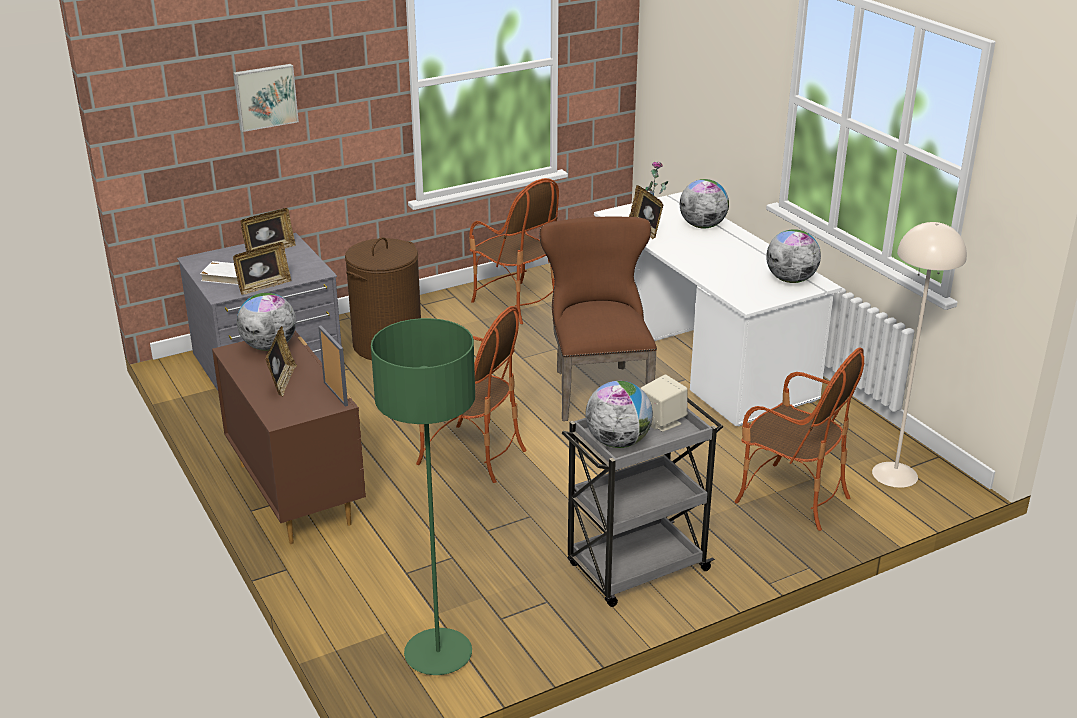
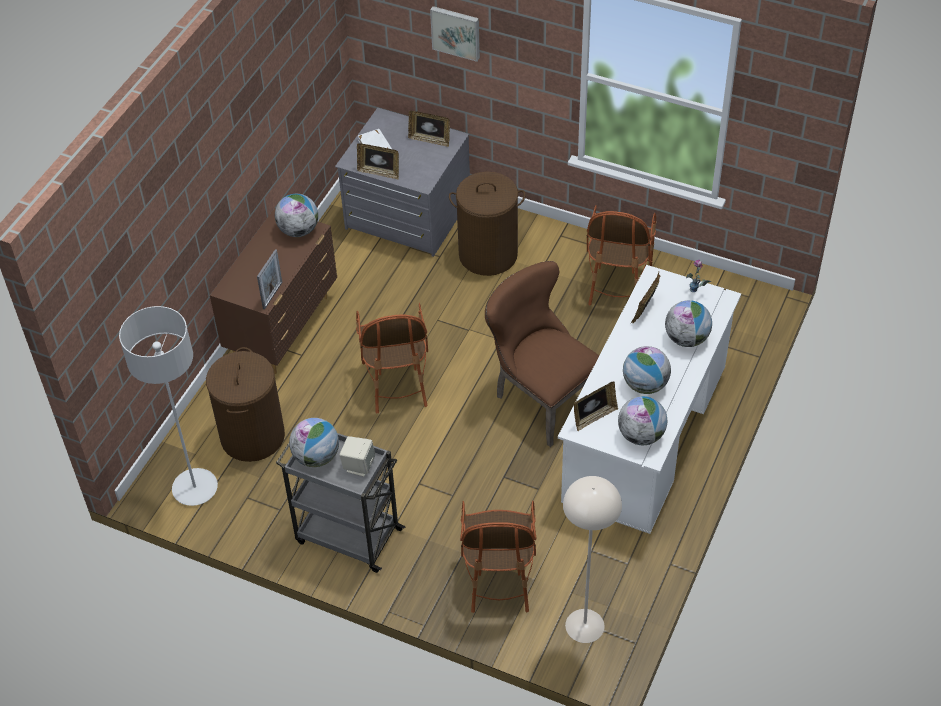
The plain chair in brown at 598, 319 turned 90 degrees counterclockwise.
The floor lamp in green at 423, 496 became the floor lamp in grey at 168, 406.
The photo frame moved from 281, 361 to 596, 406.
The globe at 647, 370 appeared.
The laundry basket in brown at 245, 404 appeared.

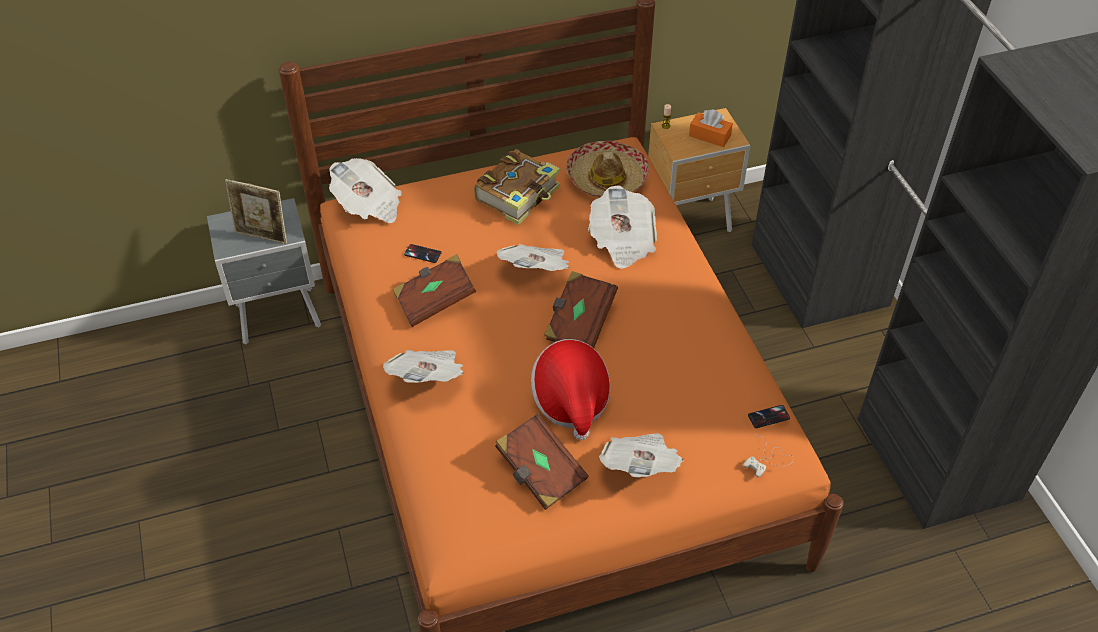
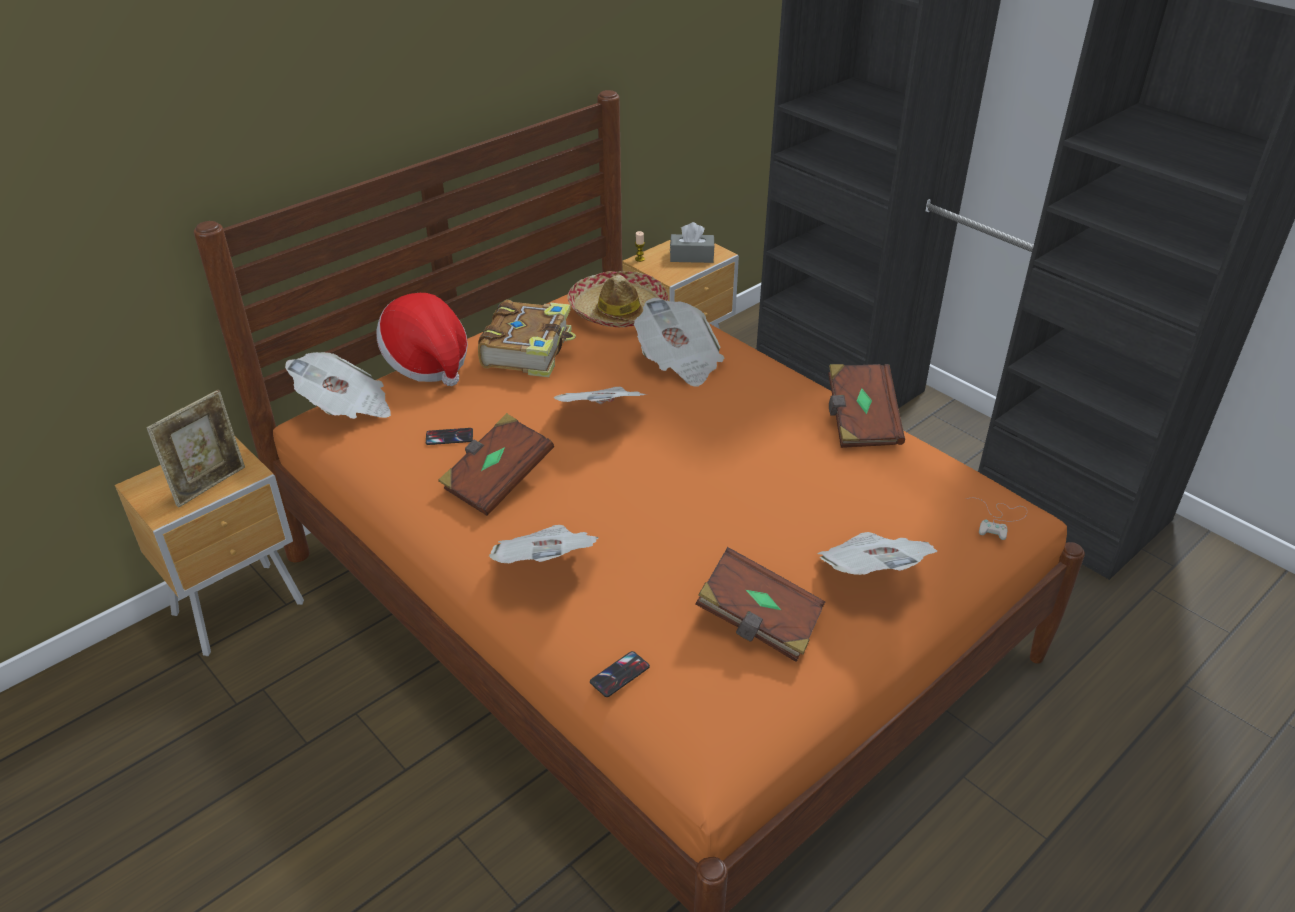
The tissue box in orangey at 711, 128 became the tissue box in grey at 692, 242.
The photo frame at 256, 211 turned 45 degrees counterclockwise.
The bedside table in grey at 264, 271 became the bedside table in brown at 209, 546.
The book in brown moved from 581, 309 to 866, 406.
The wearable hat moved from 570, 389 to 422, 339.
The handset moved from 769, 416 to 620, 674.

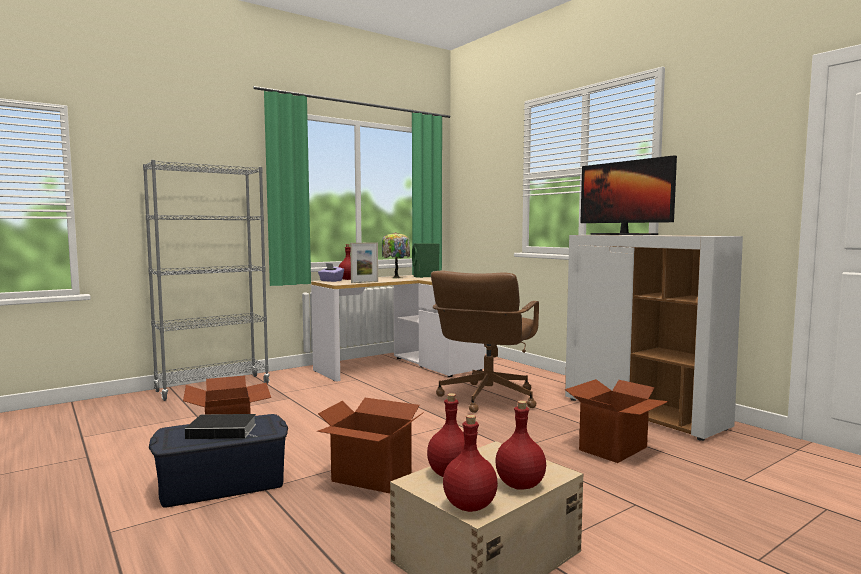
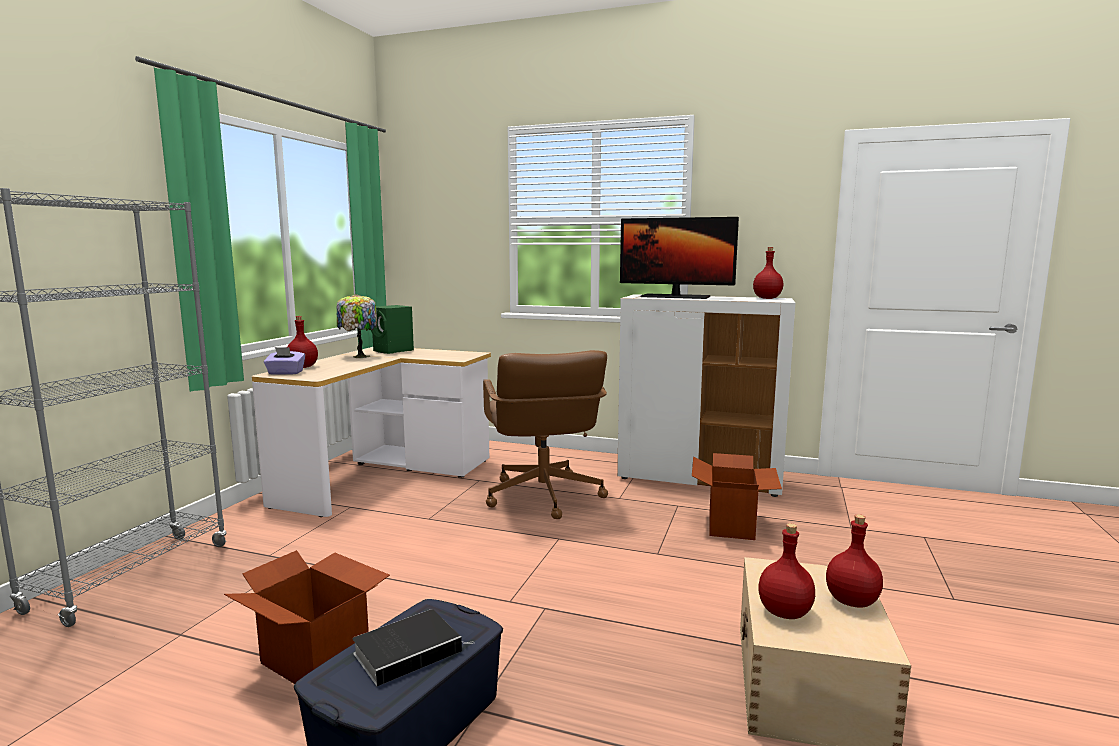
The photo frame at 364, 262 disappeared.
The carton at 370, 445 disappeared.
The drink bottle in reddish moved from 470, 463 to 768, 273.

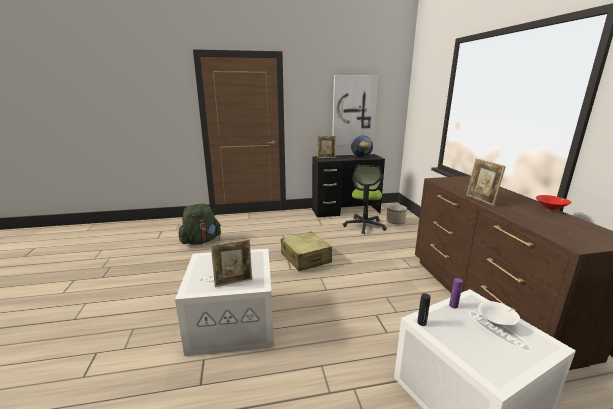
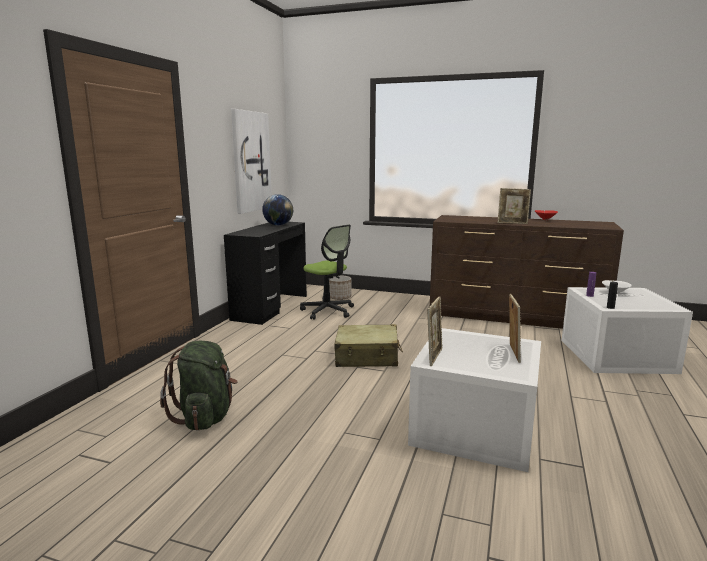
The photo frame moved from 326, 147 to 435, 331.

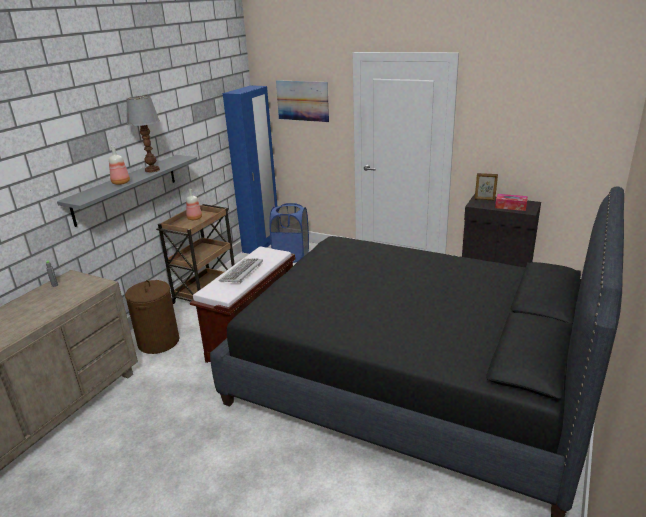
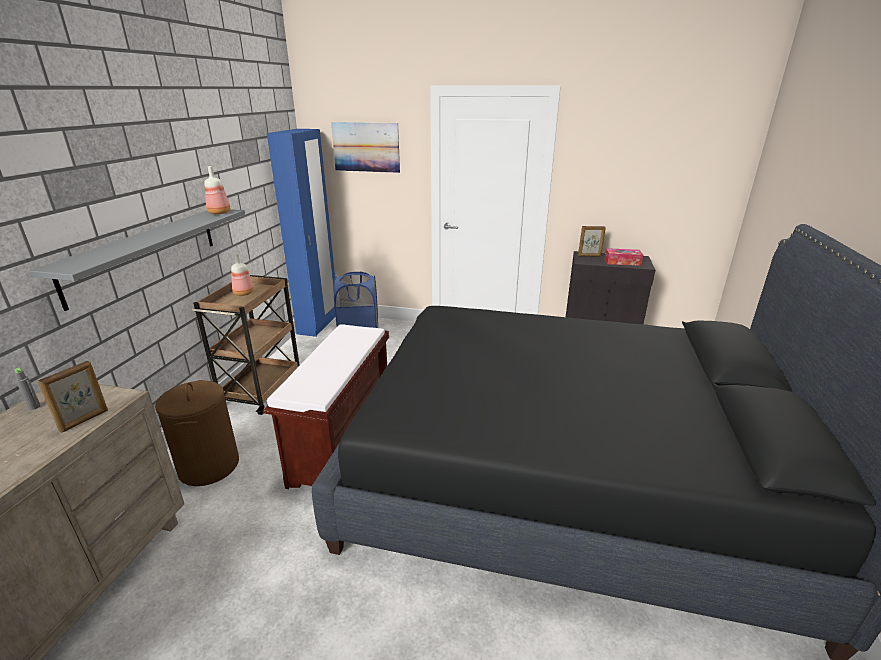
The lamp for a table at 143, 134 disappeared.
The drink bottle moved from 119, 165 to 217, 190.
The PC keyboard at 241, 270 disappeared.
The photo frame at 73, 397 appeared.

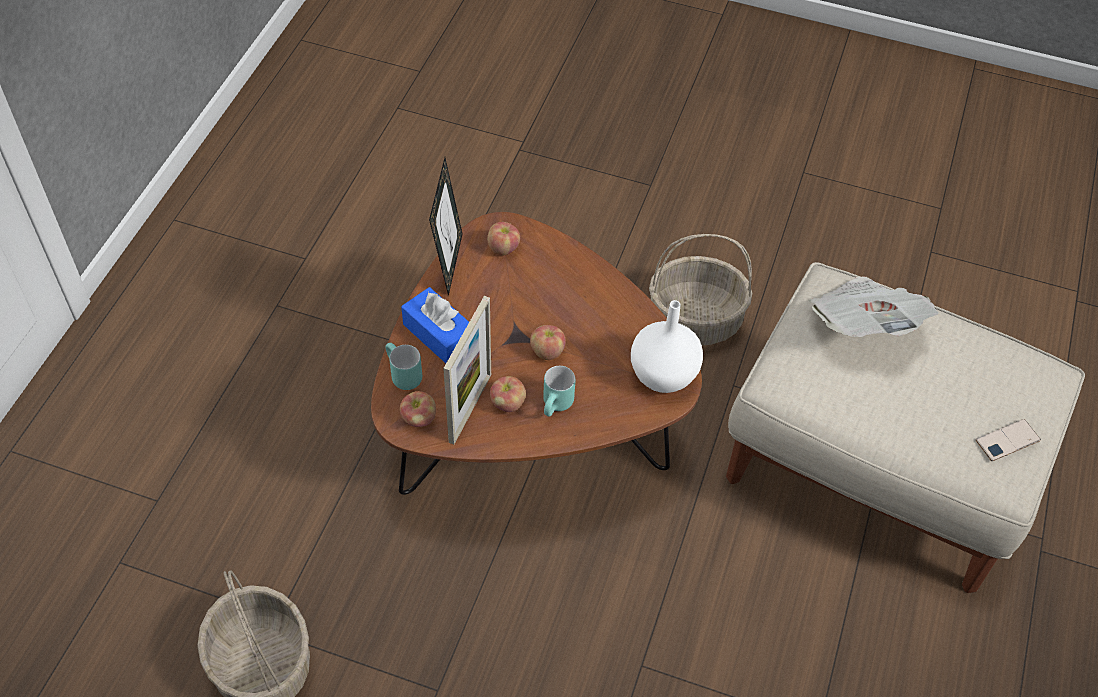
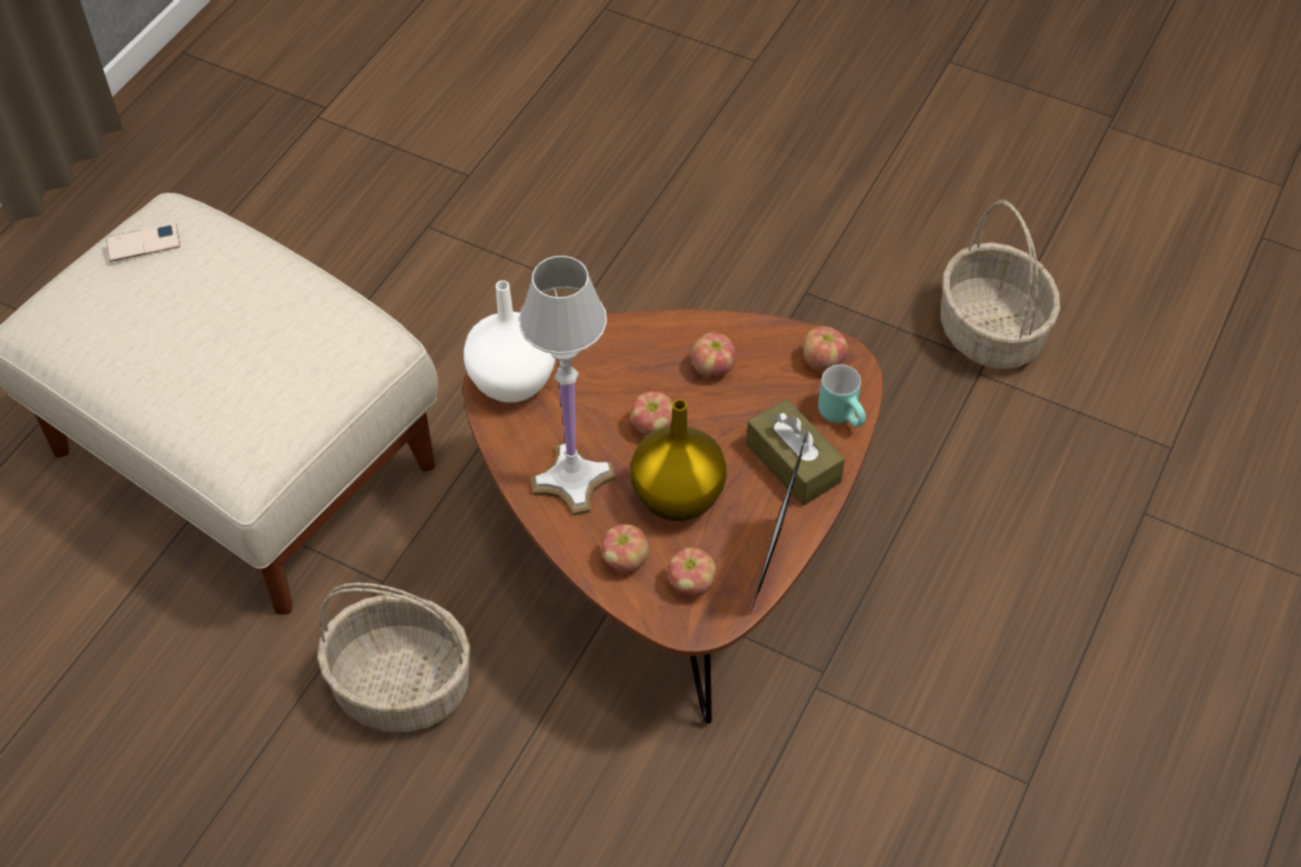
The daily paper at 874, 306 disappeared.
The tissue box in blue at 435, 325 became the tissue box in brown at 795, 452.
The photo frame at 467, 370 disappeared.
The tea mug in turquoise at 559, 391 disappeared.
The lamp for a table in white-coloured at 567, 386 appeared.
The vase in yellow at 678, 460 appeared.
The whole apple at 625, 548 appeared.

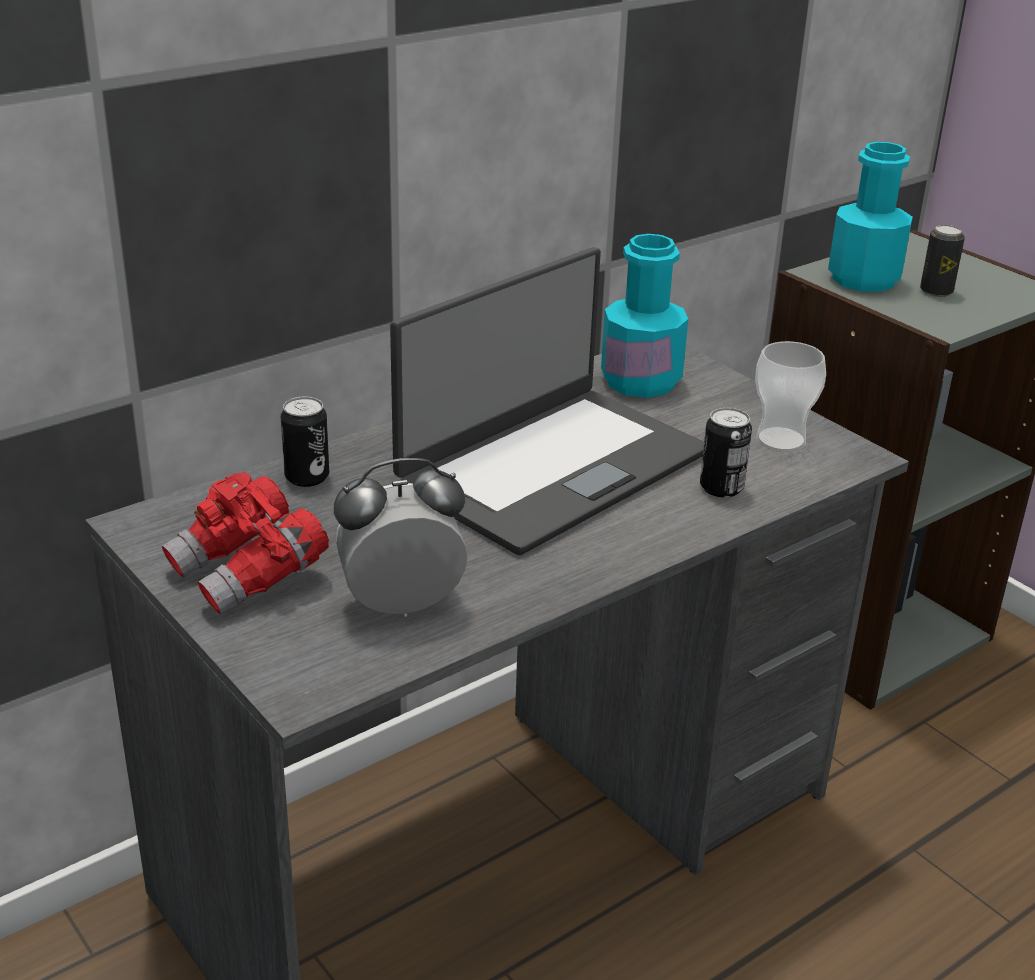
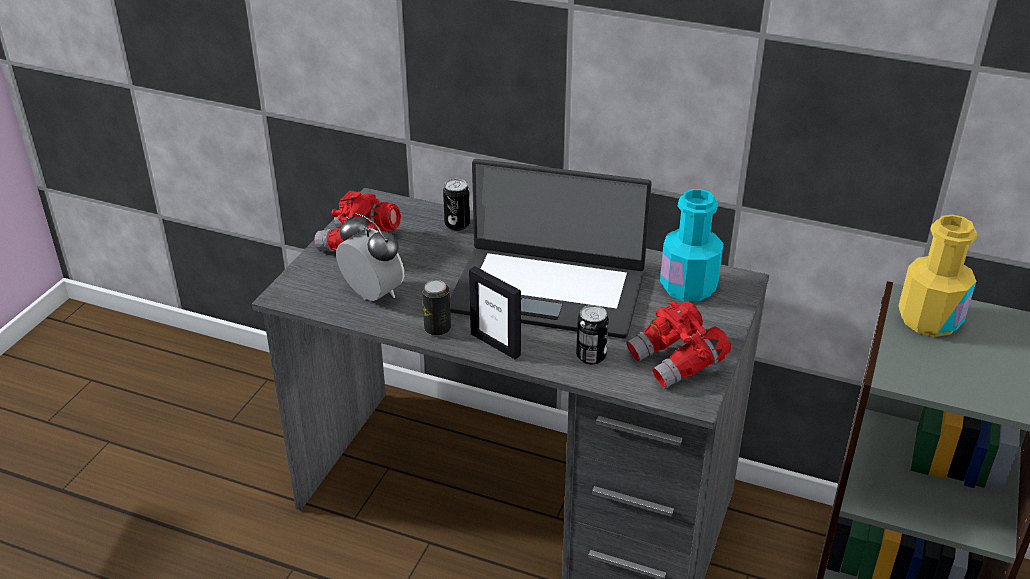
The drink bottle in turquoise at 870, 217 became the drink bottle in yellow at 938, 276.
The sealed can moved from 942, 261 to 436, 308.
The drinking cup at 790, 396 was replaced by the field glasses in reddish at 678, 344.
The photo frame at 495, 312 appeared.

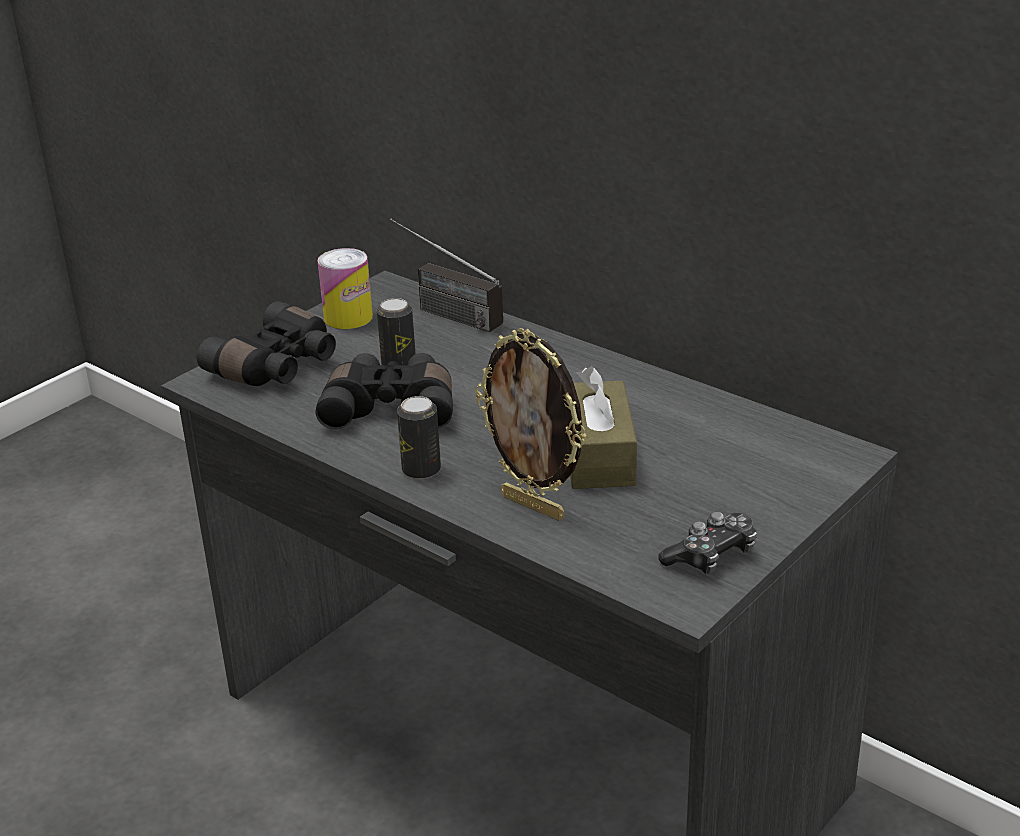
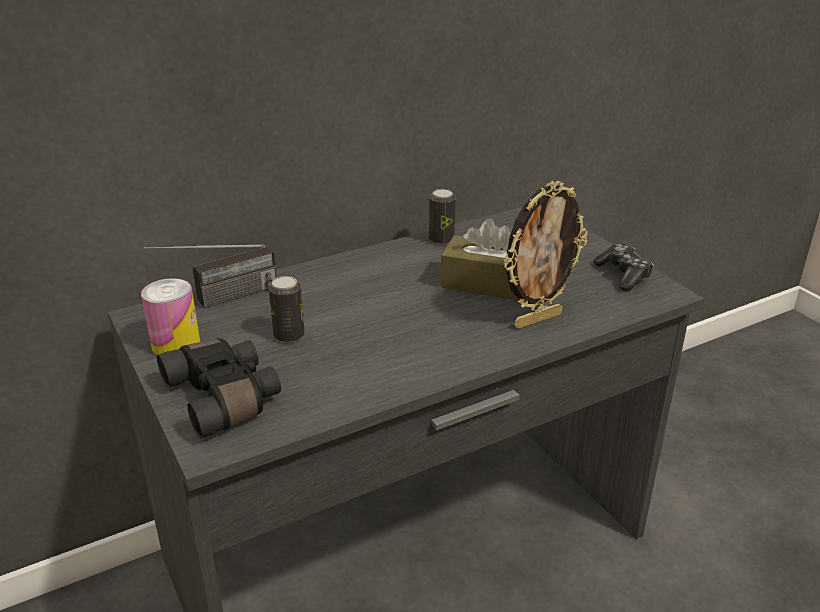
The field glasses in black at 384, 391 disappeared.
The sealed can moved from 419, 437 to 442, 216.

